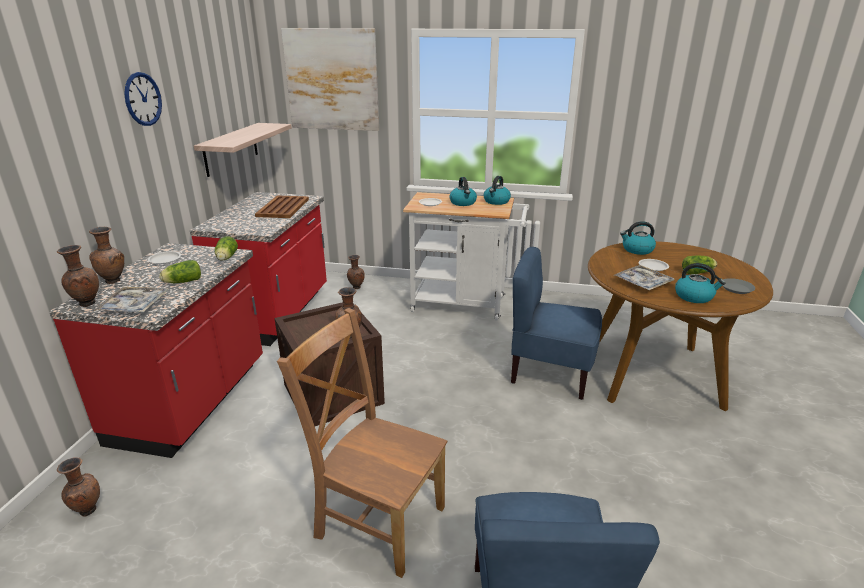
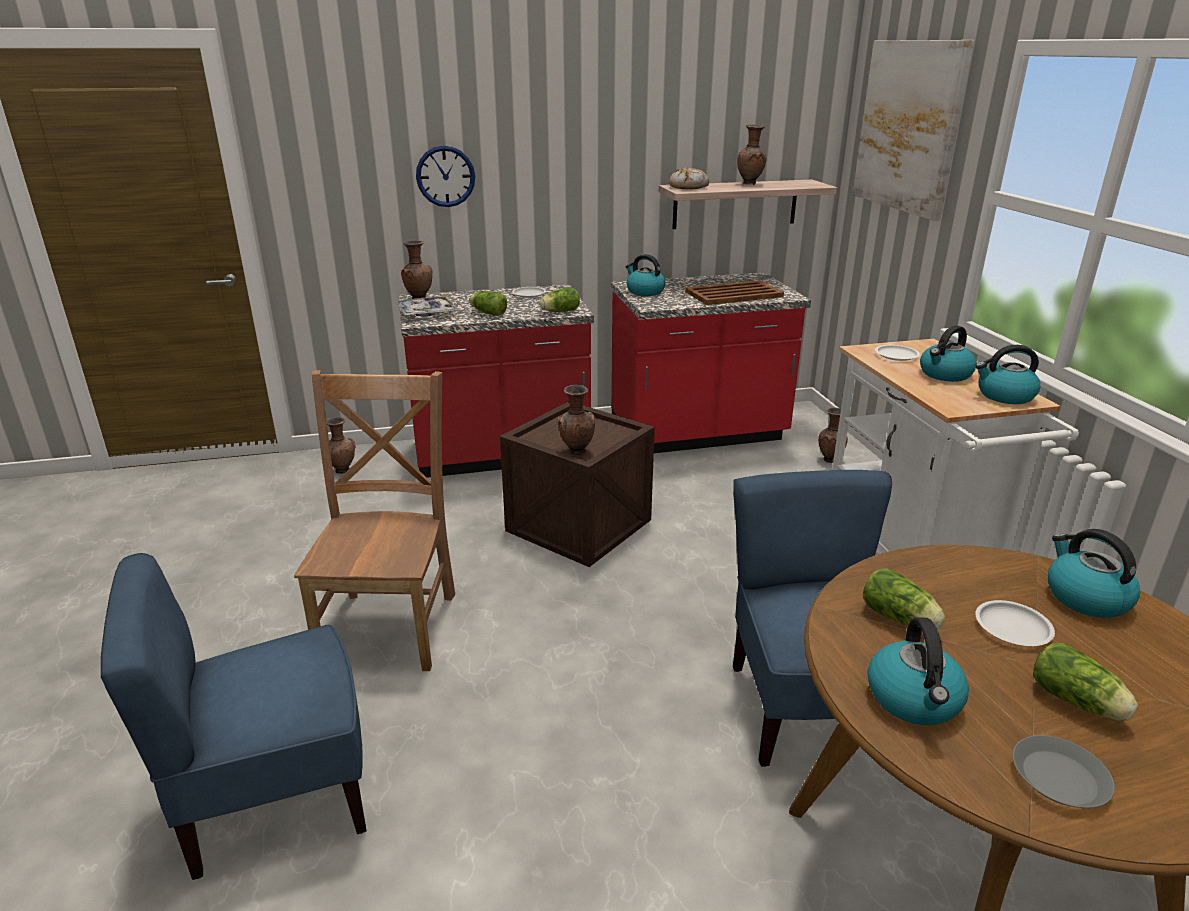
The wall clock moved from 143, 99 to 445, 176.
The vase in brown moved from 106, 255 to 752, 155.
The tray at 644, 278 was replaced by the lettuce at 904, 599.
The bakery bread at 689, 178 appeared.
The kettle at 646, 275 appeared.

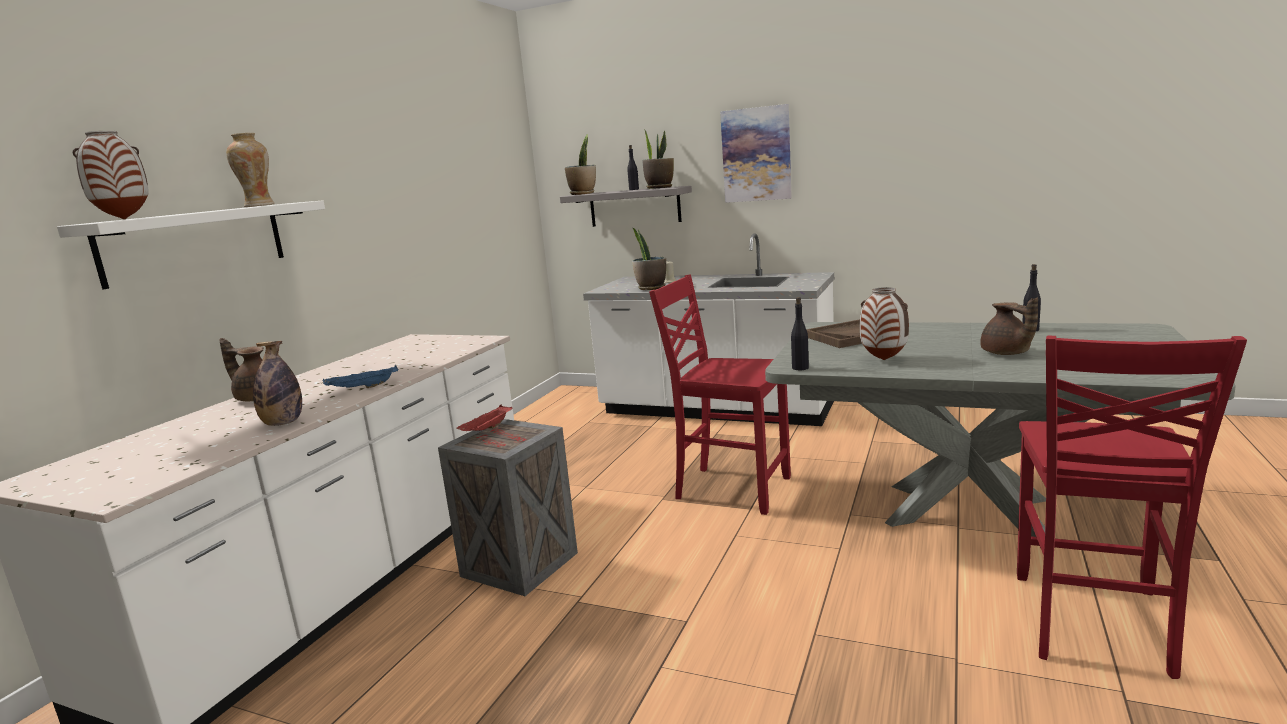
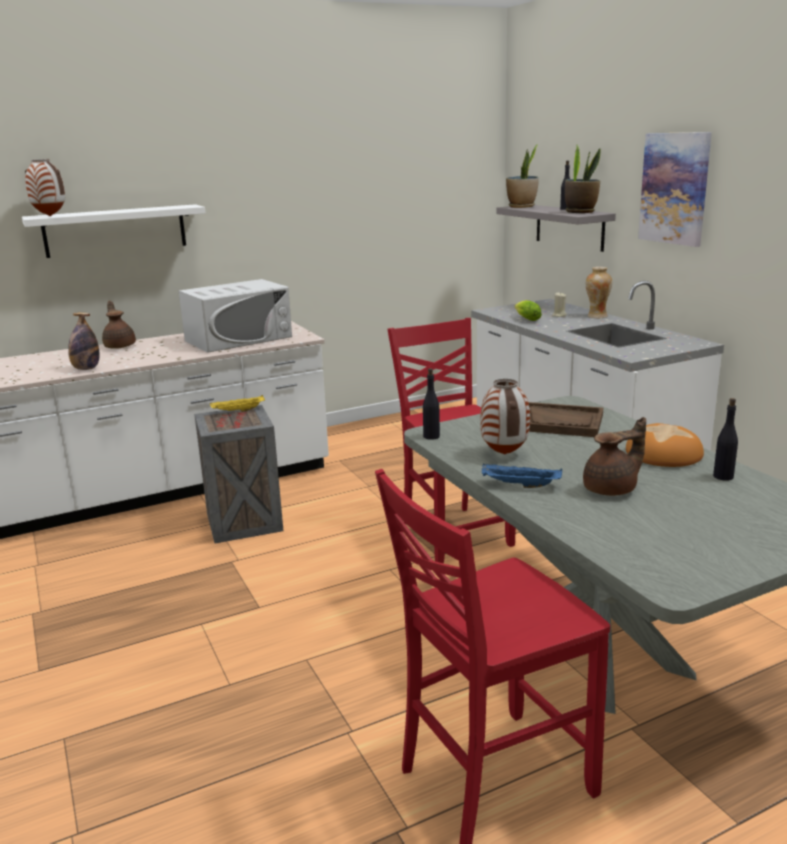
The vase moved from 250, 170 to 599, 292.
The potted plant at 649, 259 was replaced by the lettuce at 528, 310.
The pot for tea in brown at 1009, 326 turned 135 degrees counterclockwise.
The tray in blue moved from 360, 376 to 522, 476.
The tray in reddish at 484, 418 became the tray in yellow at 237, 403.
The microwave oven in white-coloured at 235, 316 appeared.
The bakery bread at 665, 445 appeared.

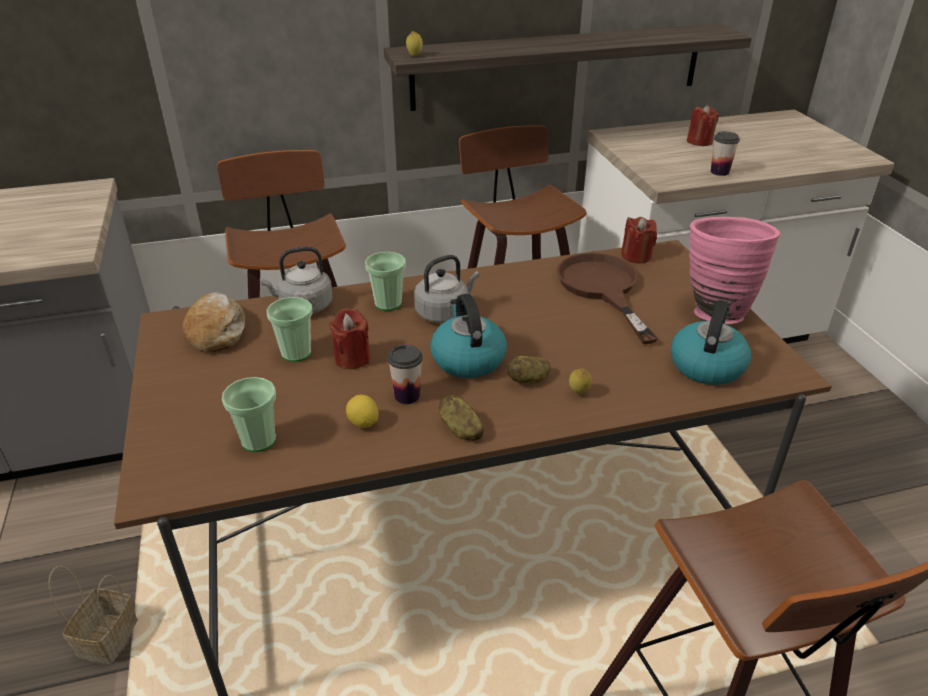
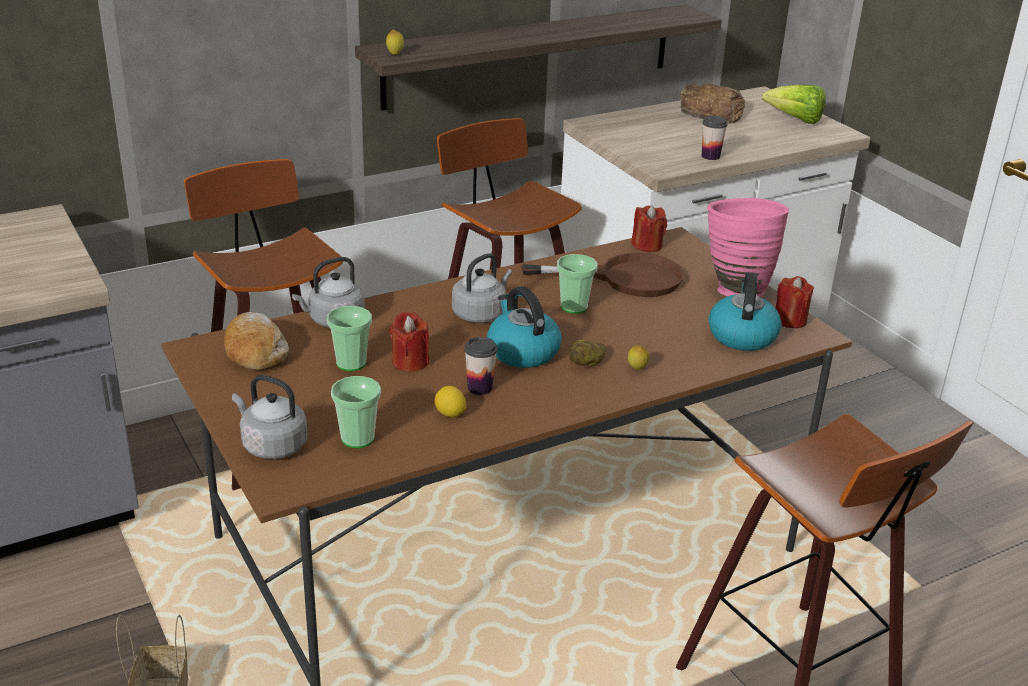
The wax candle in reddish moved from 703, 125 to 794, 302.
The drinking cup moved from 385, 281 to 577, 284.
The pan in brown at 607, 298 turned 120 degrees clockwise.
The spud at 461, 417 disappeared.
The bakery bread at 712, 103 appeared.
The lettuce at 794, 104 appeared.
The kettle in grey at 269, 417 appeared.

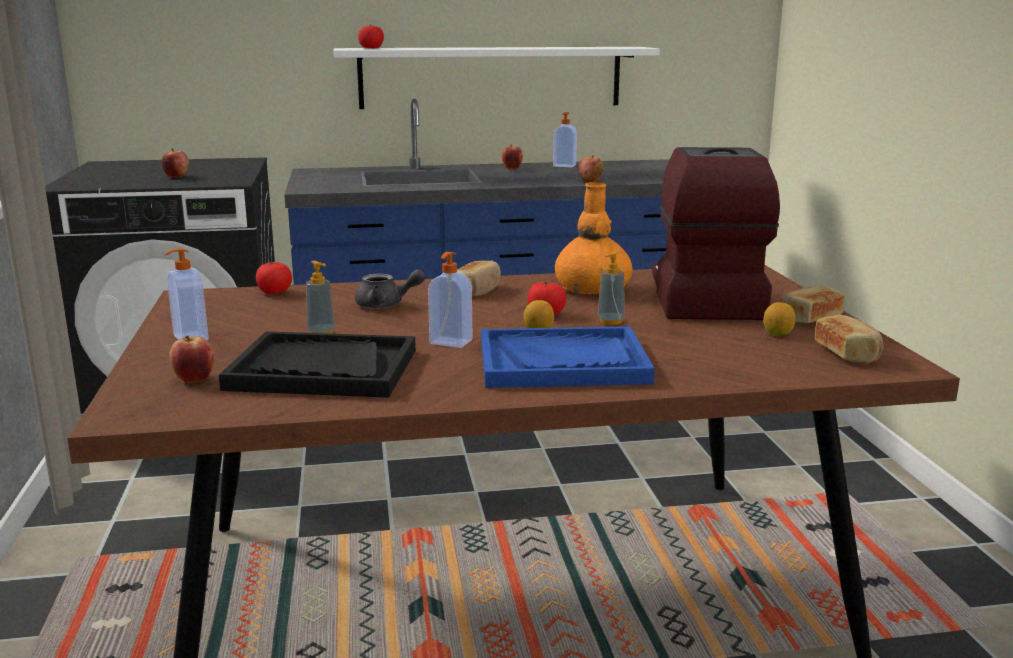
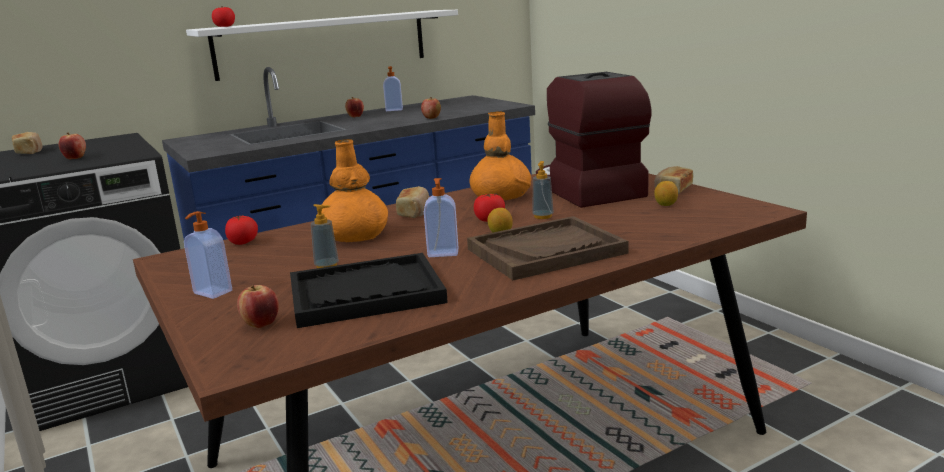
The pot for tea in grey at 390, 289 was replaced by the vase in orangey at 352, 191.
The bakery bread moved from 849, 339 to 27, 143.
The tray in blue at 568, 357 became the tray in brown at 547, 248.

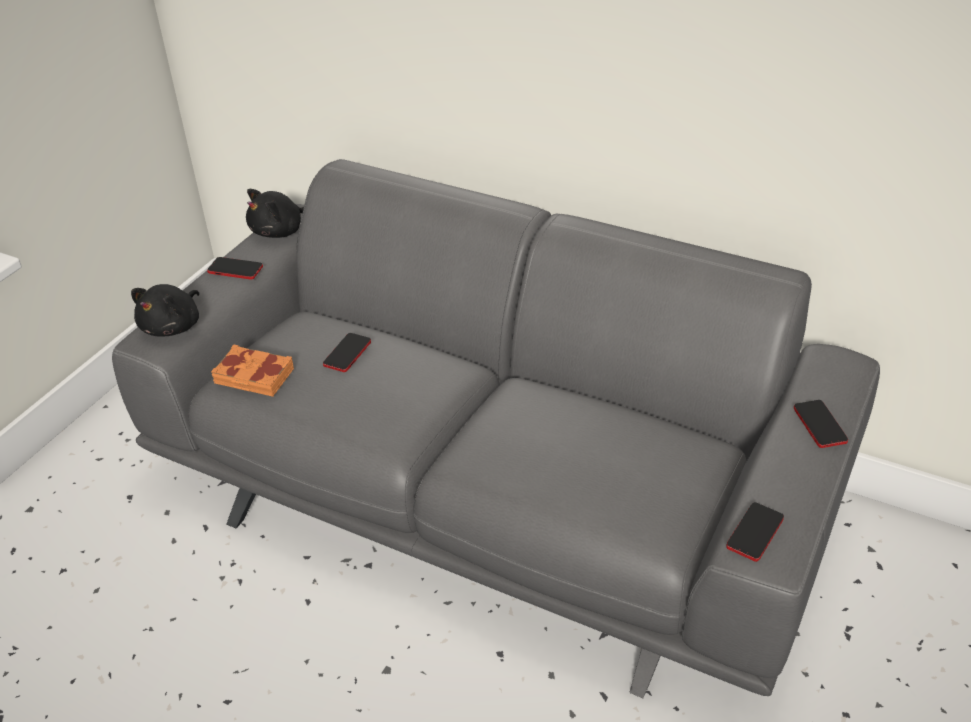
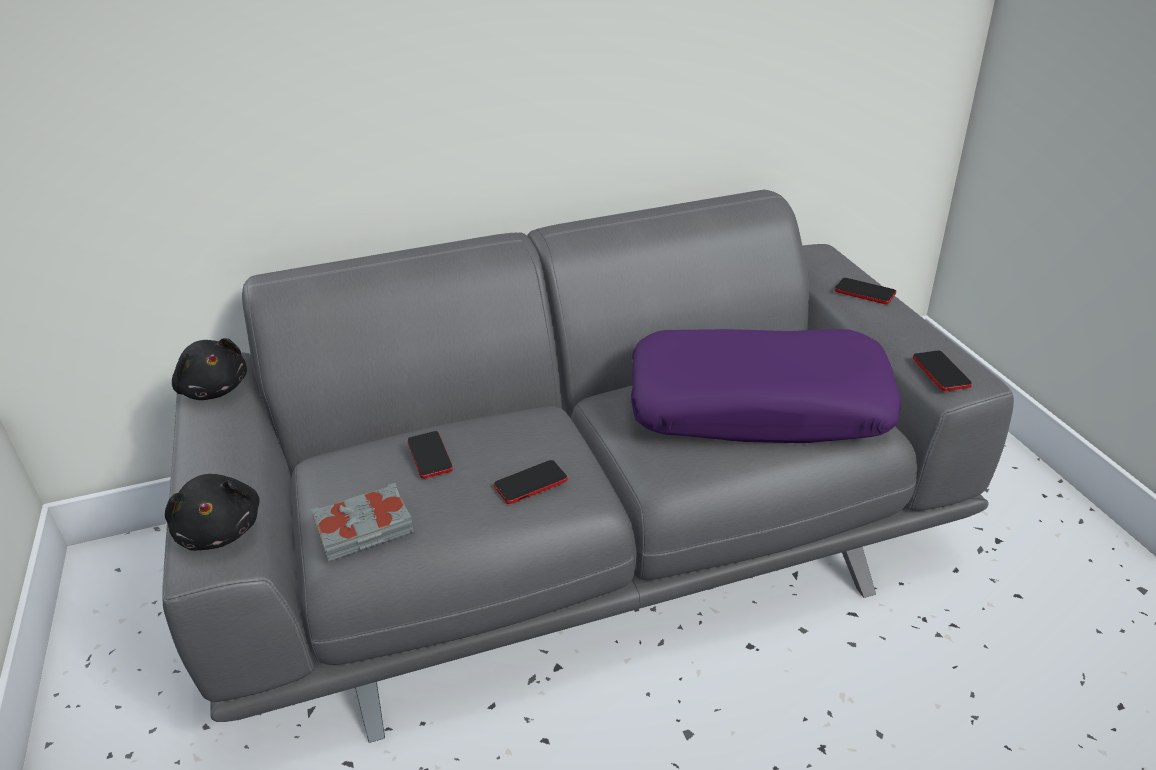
The cuddly toy in black at 275, 213 turned 45 degrees counterclockwise.
The handset moved from 235, 268 to 531, 482.
The book in orangey at 252, 370 became the book in grey at 362, 522.
The throw pillow in purple-coloured at 766, 386 appeared.

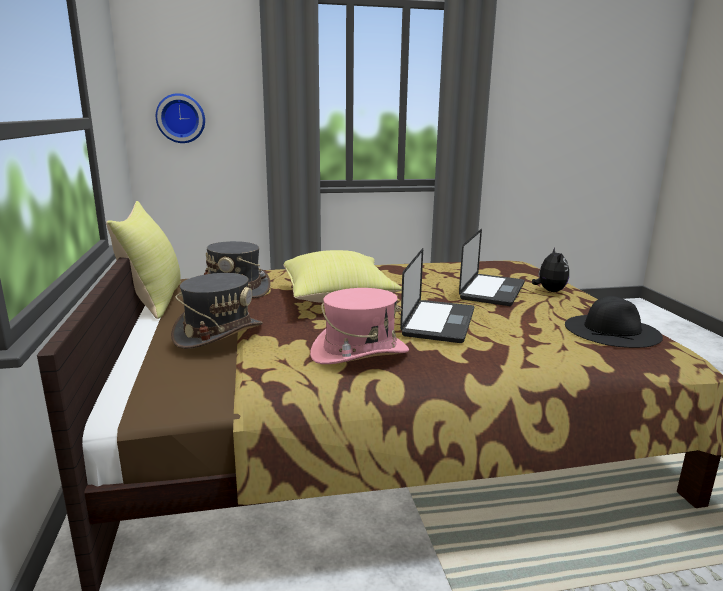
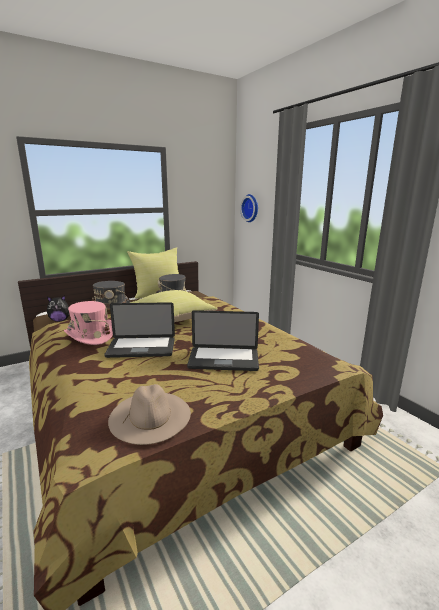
The cuddly toy moved from 550, 270 to 58, 308.
The wearable hat in black at 614, 322 became the wearable hat in beige-coloured at 149, 414.

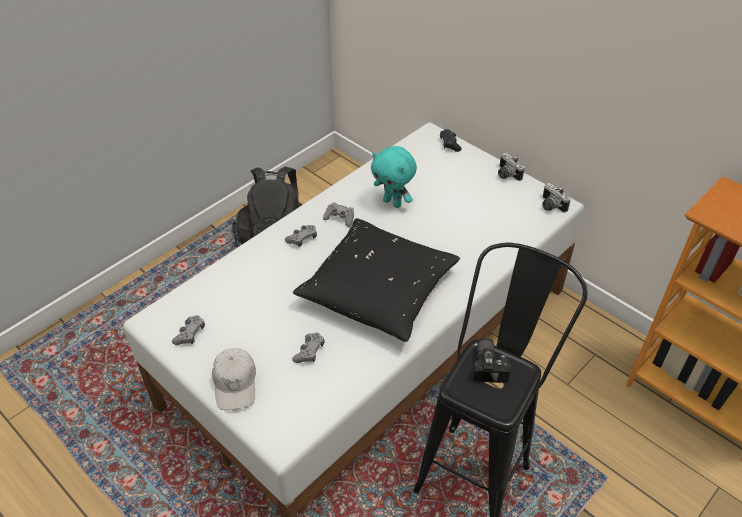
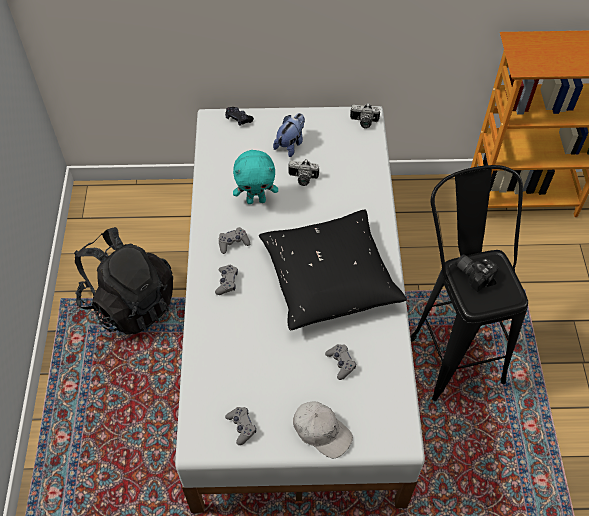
The photo camera moved from 511, 166 to 303, 172.
The cuddly toy at 289, 135 appeared.

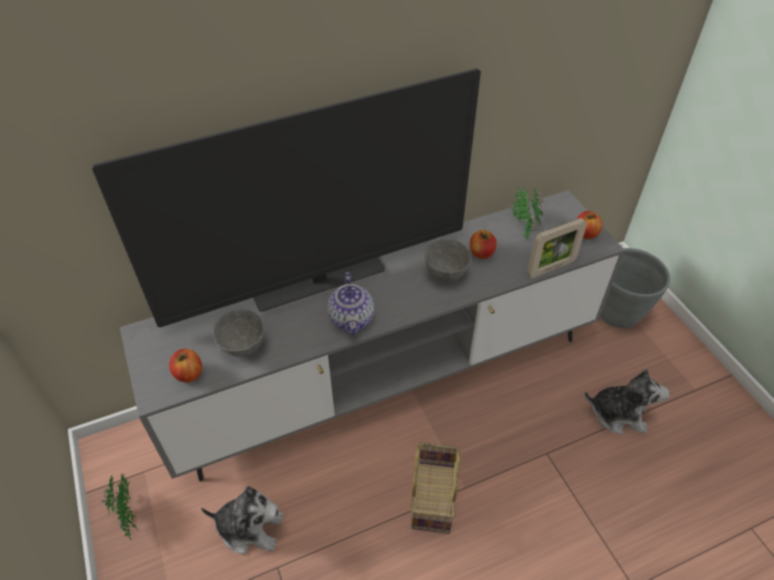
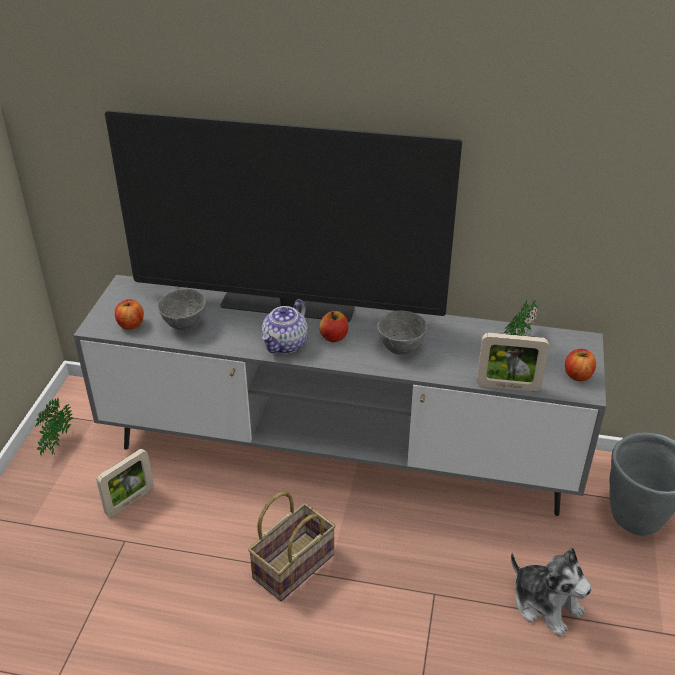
The whole apple moved from 483, 244 to 333, 326.
The cuddly toy at 242, 520 was replaced by the photo frame at 125, 483.

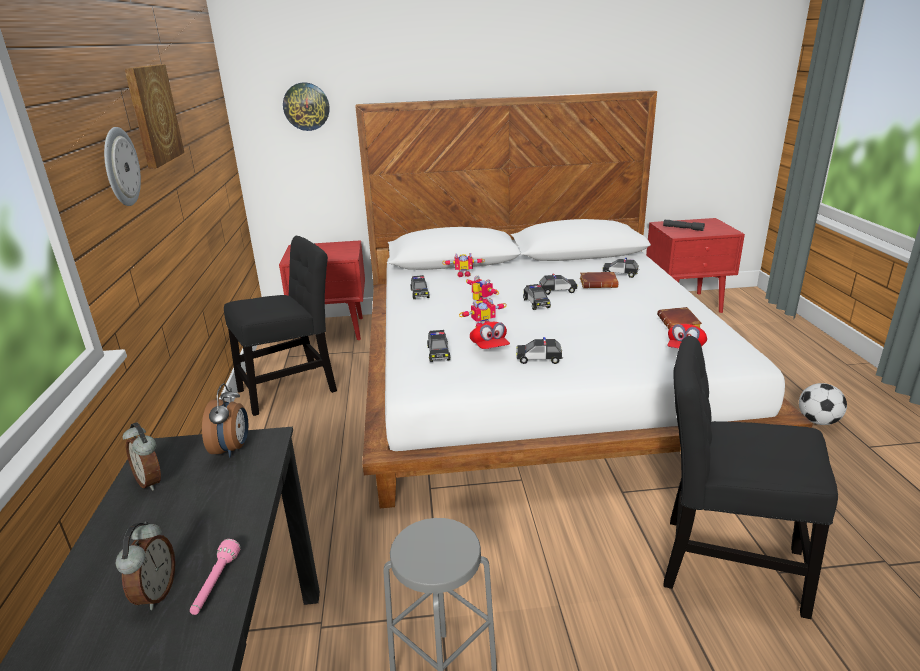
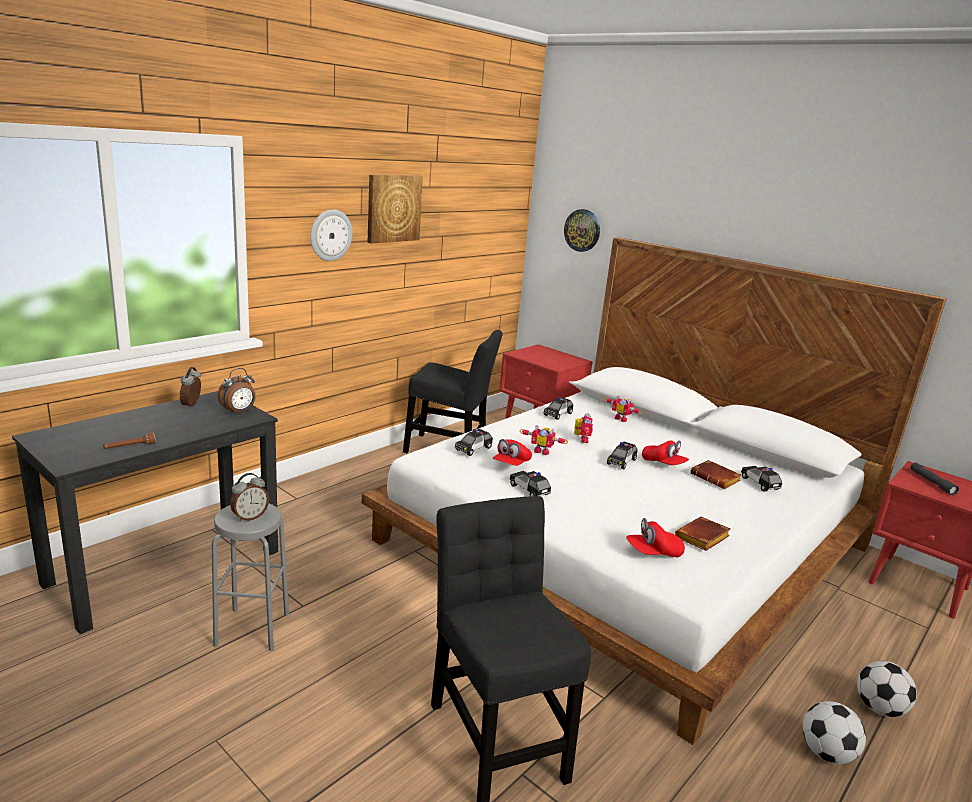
The model car at 558, 284 was replaced by the cap in reddish at 665, 452.
The bedside clock moved from 145, 565 to 249, 497.
The flashlight in pinkish at 215, 577 became the flashlight in brown at 129, 440.
The football at 887, 689 appeared.

